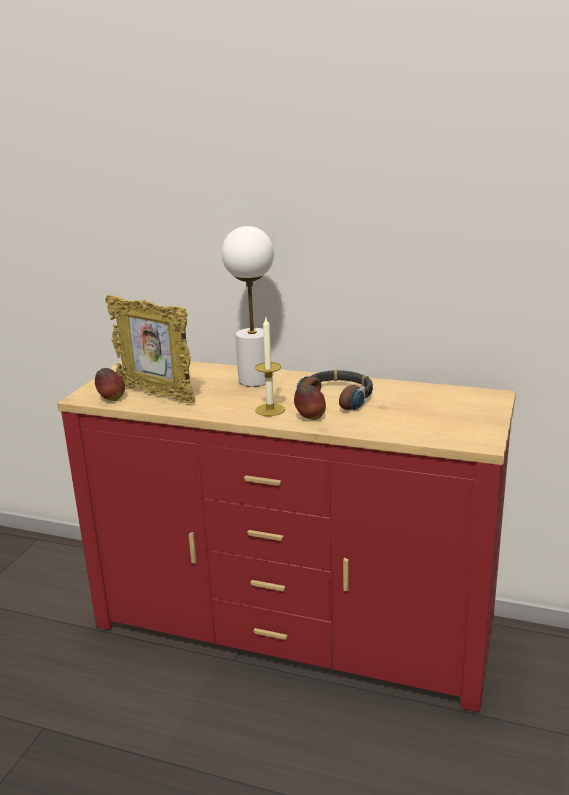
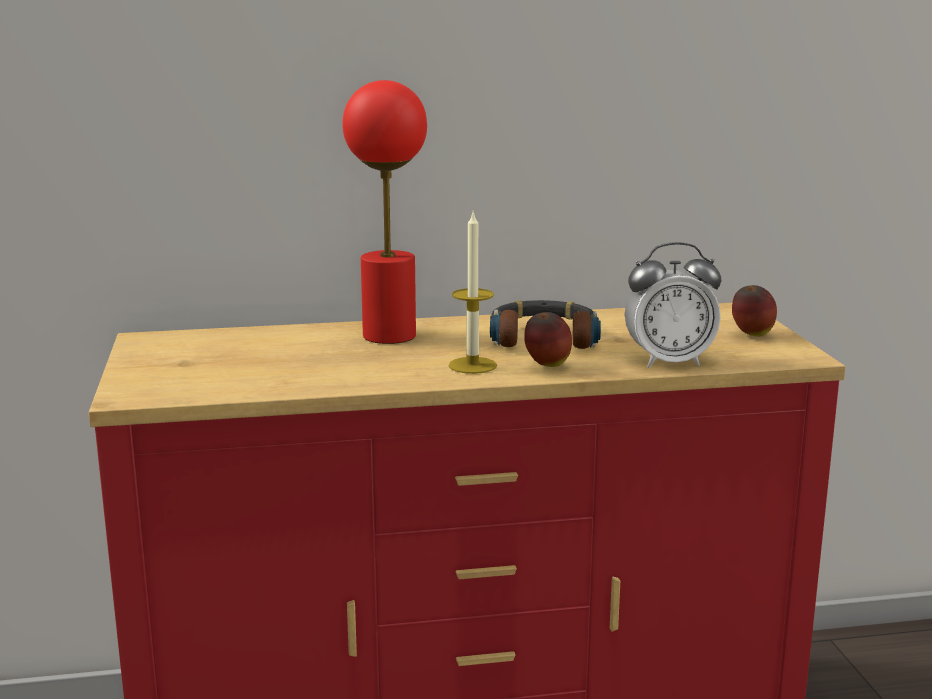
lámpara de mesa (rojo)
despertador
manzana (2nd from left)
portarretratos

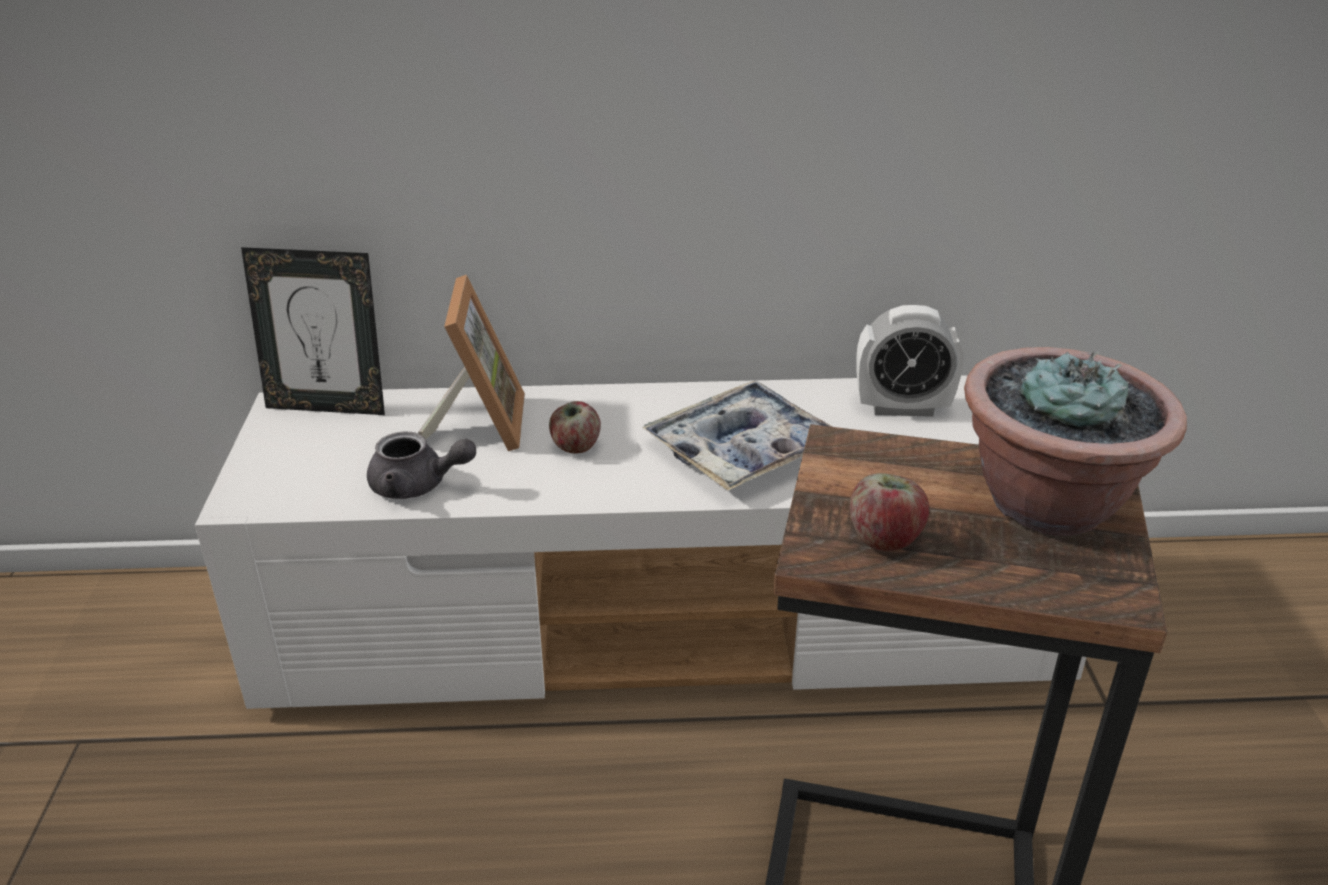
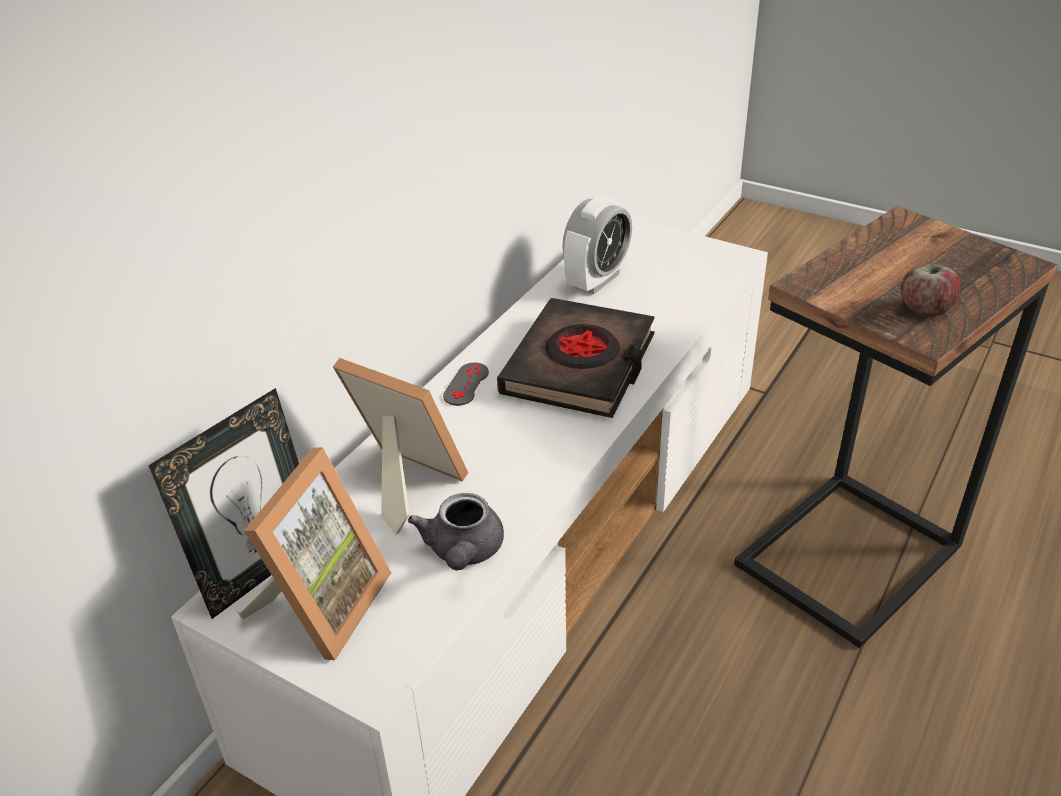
portarretratos (2nd from left)
tetera (gris)
mando de consola (gris)
libro (negro)
manzana (1st from left in the first image)
planta en maceta

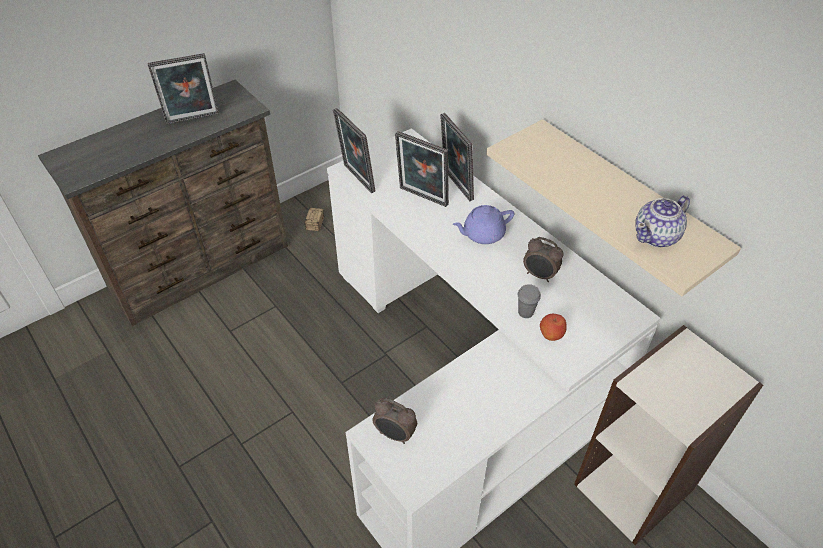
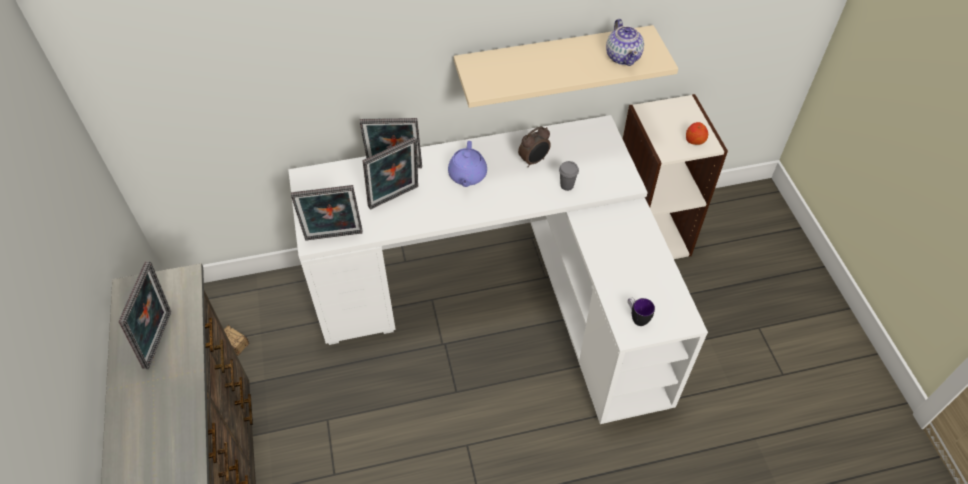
taza grande
manzana

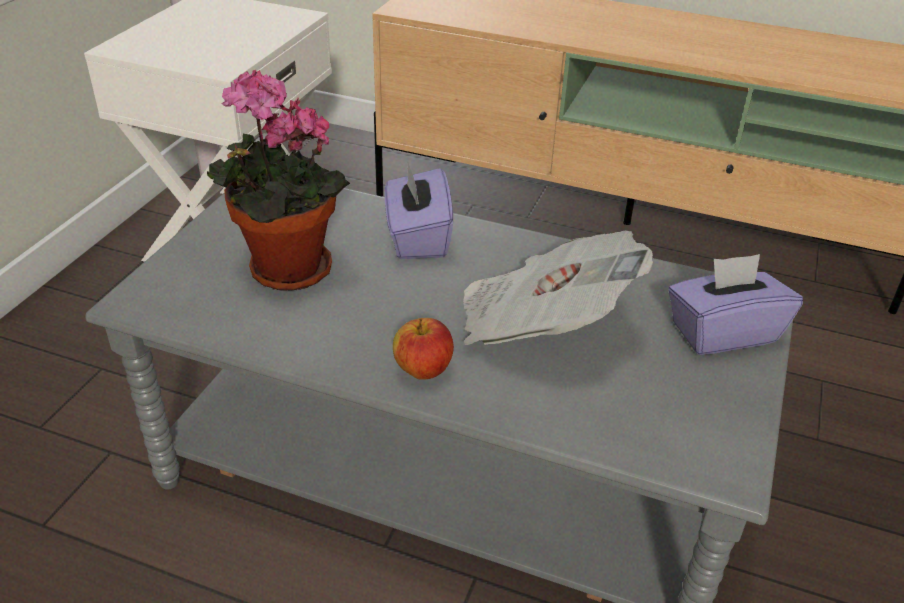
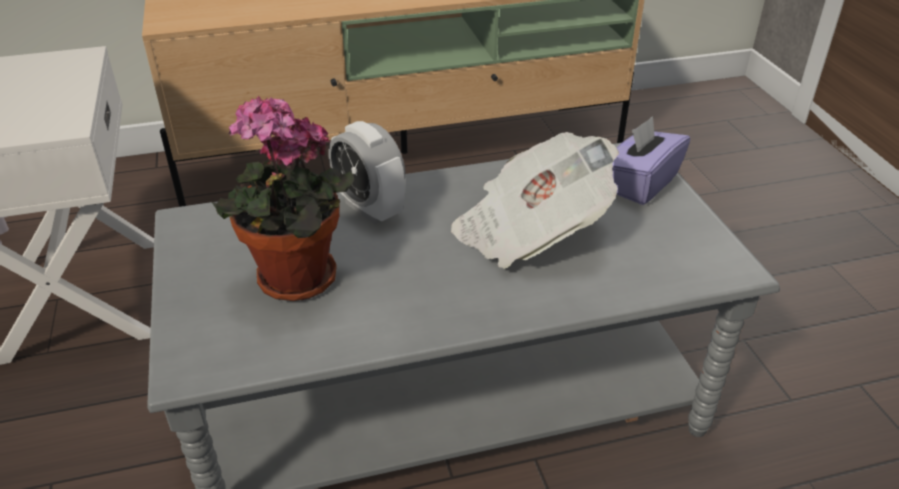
despertador
manzana

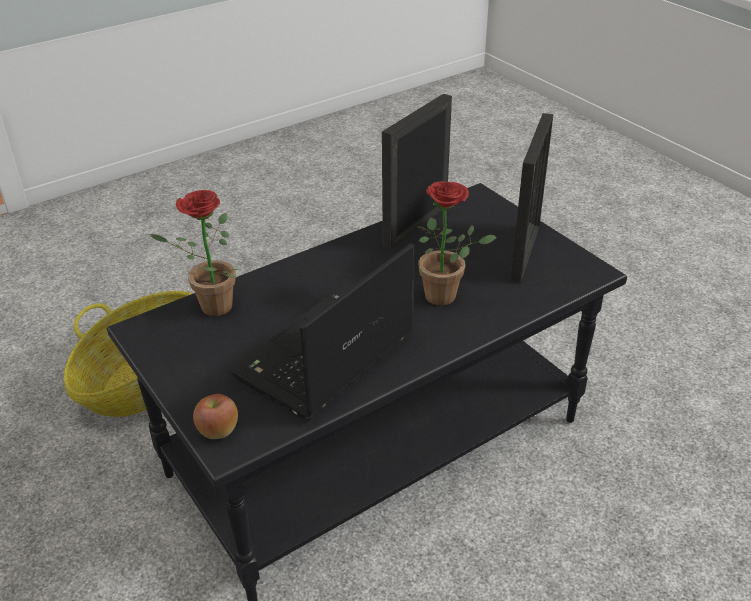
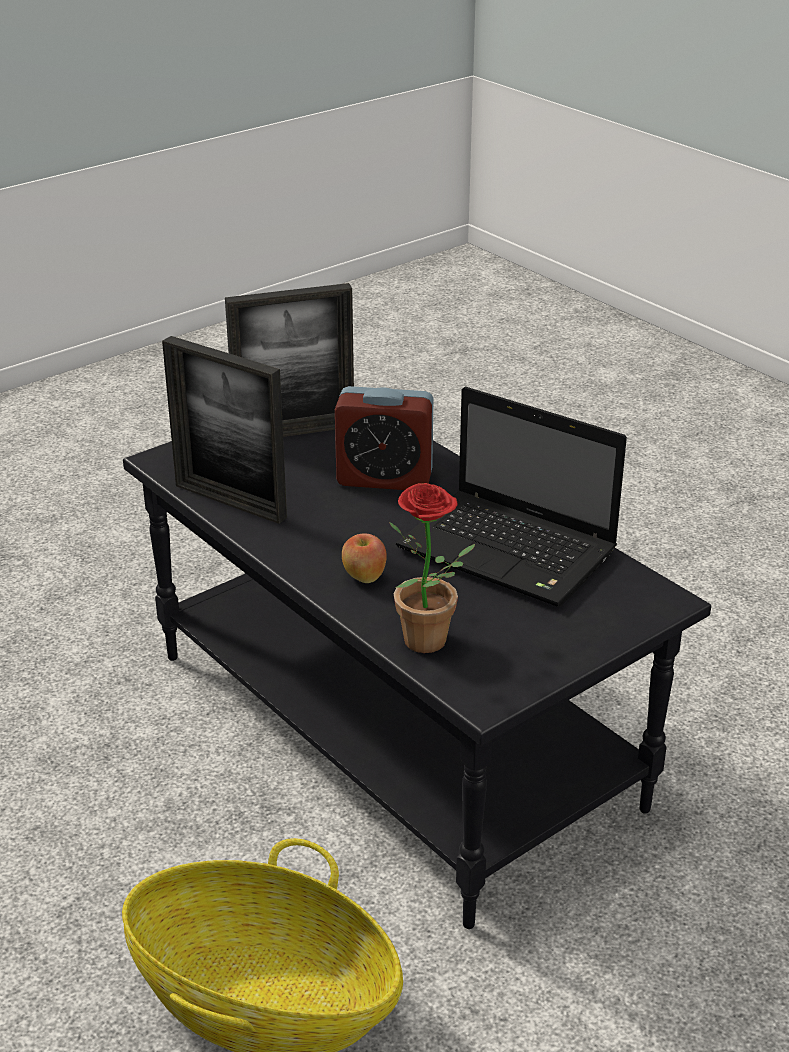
portarretratos (2nd from left)
despertador
manzana

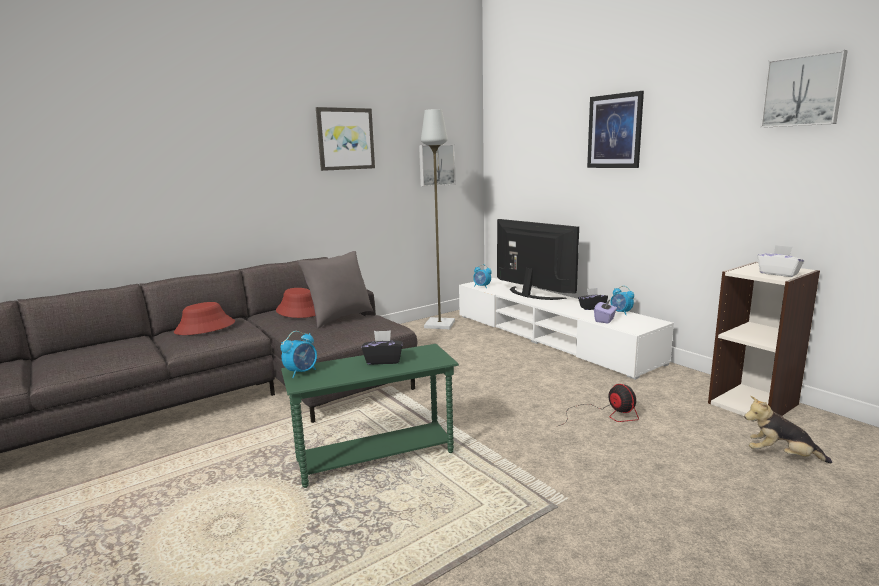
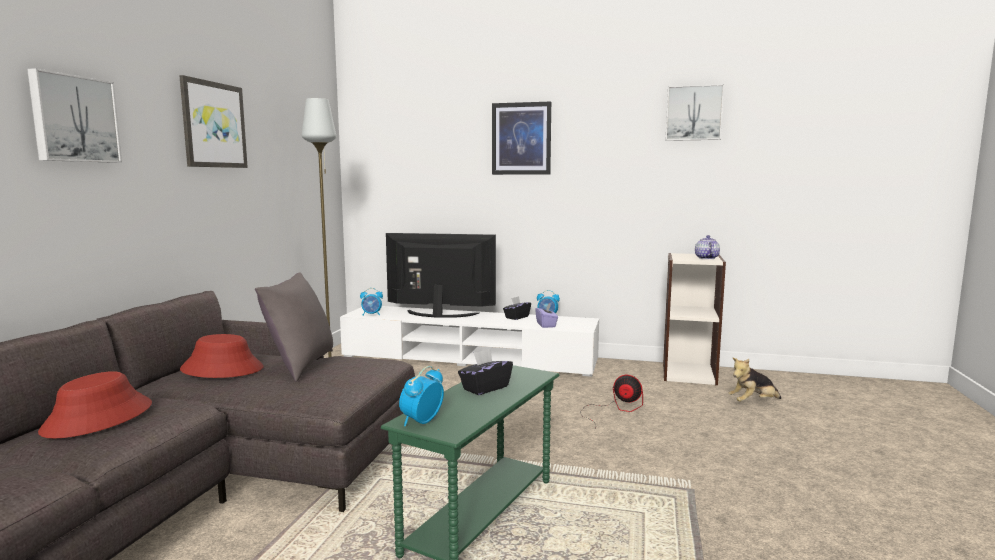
cuadro (1st from left)
despertador (2nd from left)
tetera

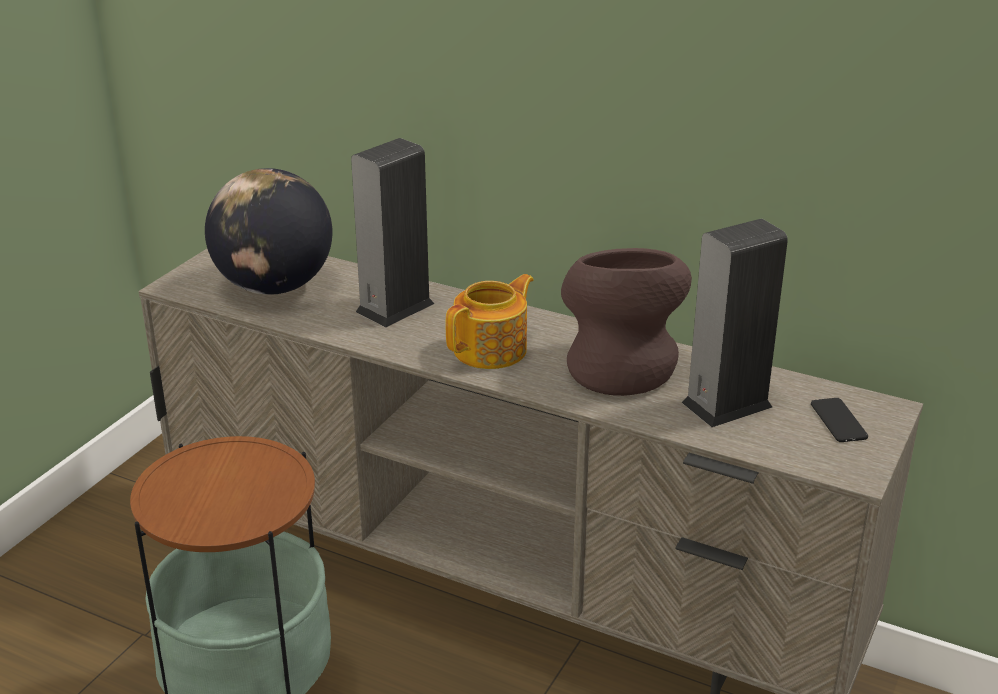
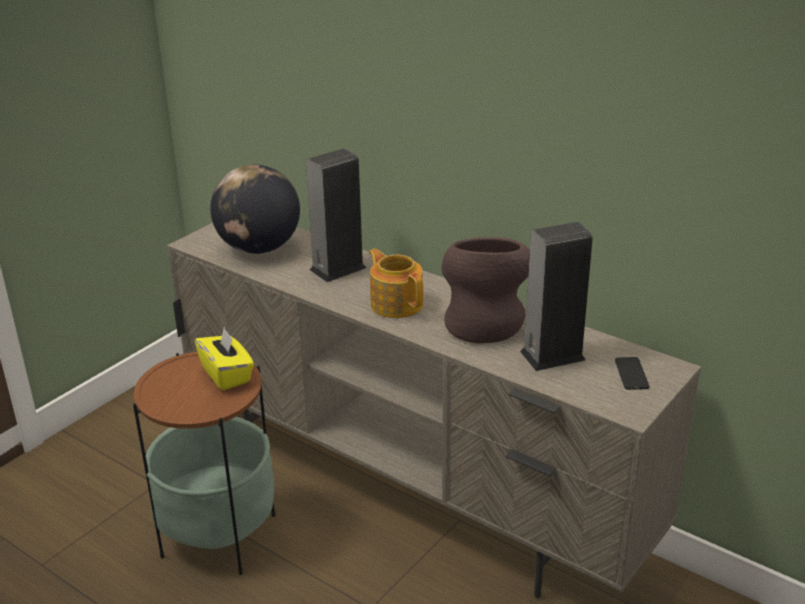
caja de pañuelos (amarillo)
tetera

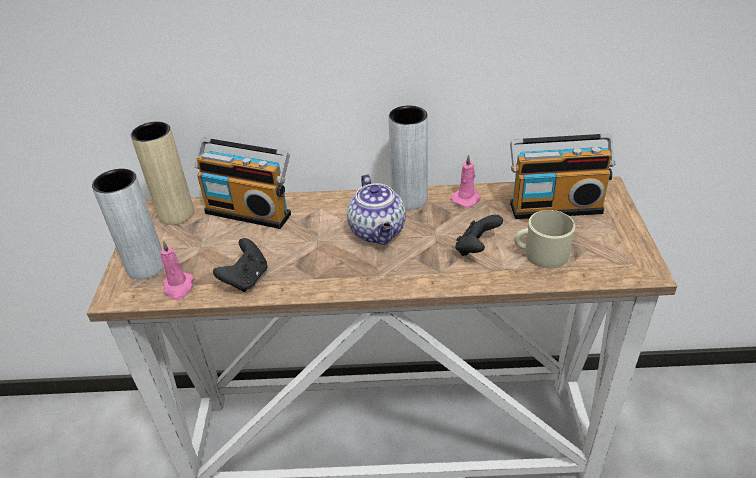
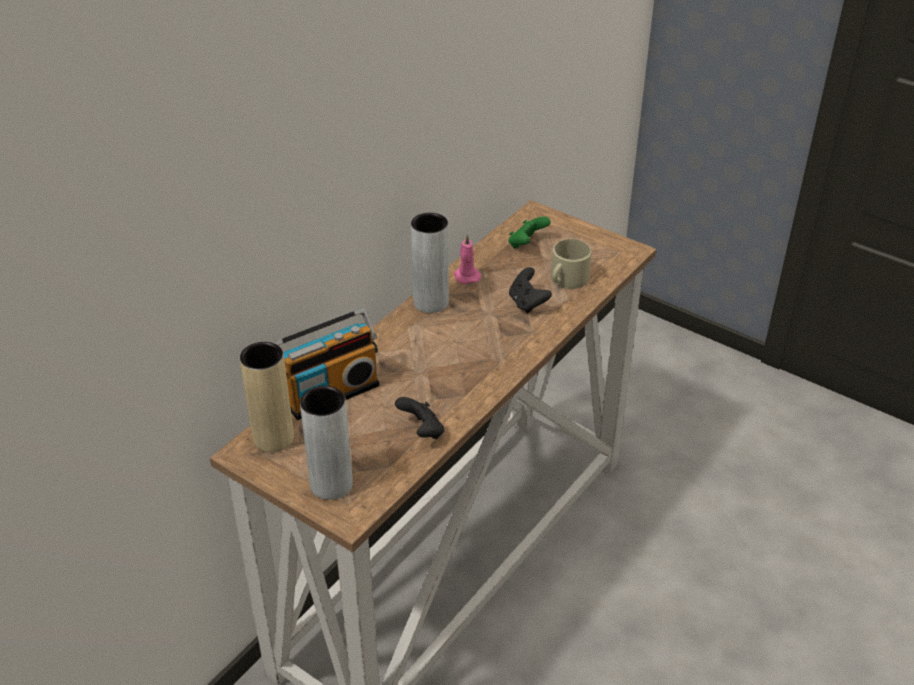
mando de consola (verde)
vela (rosa) (1st from left in the first image)
tetera

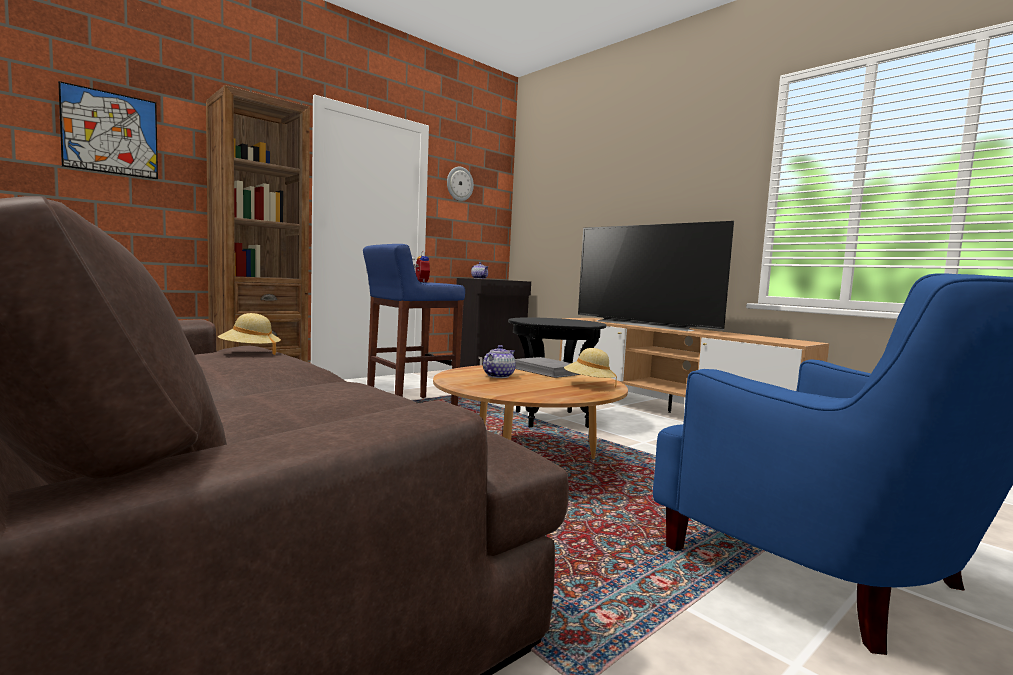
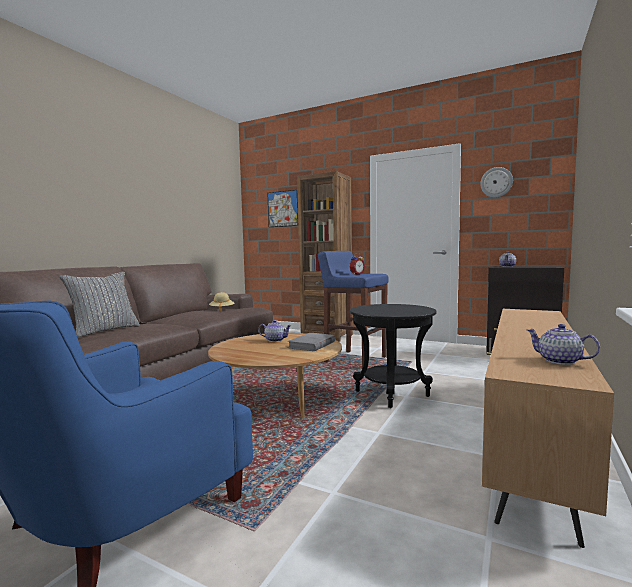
cojín (gris)
tetera (3rd from left)
sombrero (beis) (2nd from left in the first image)
televisor

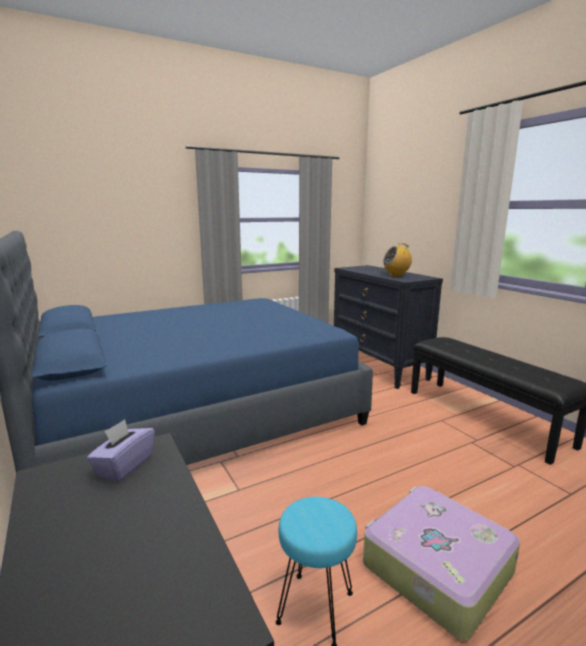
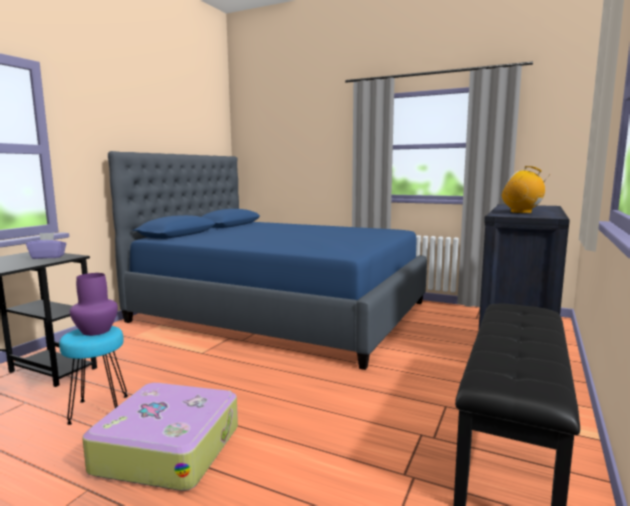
florero (morado)

